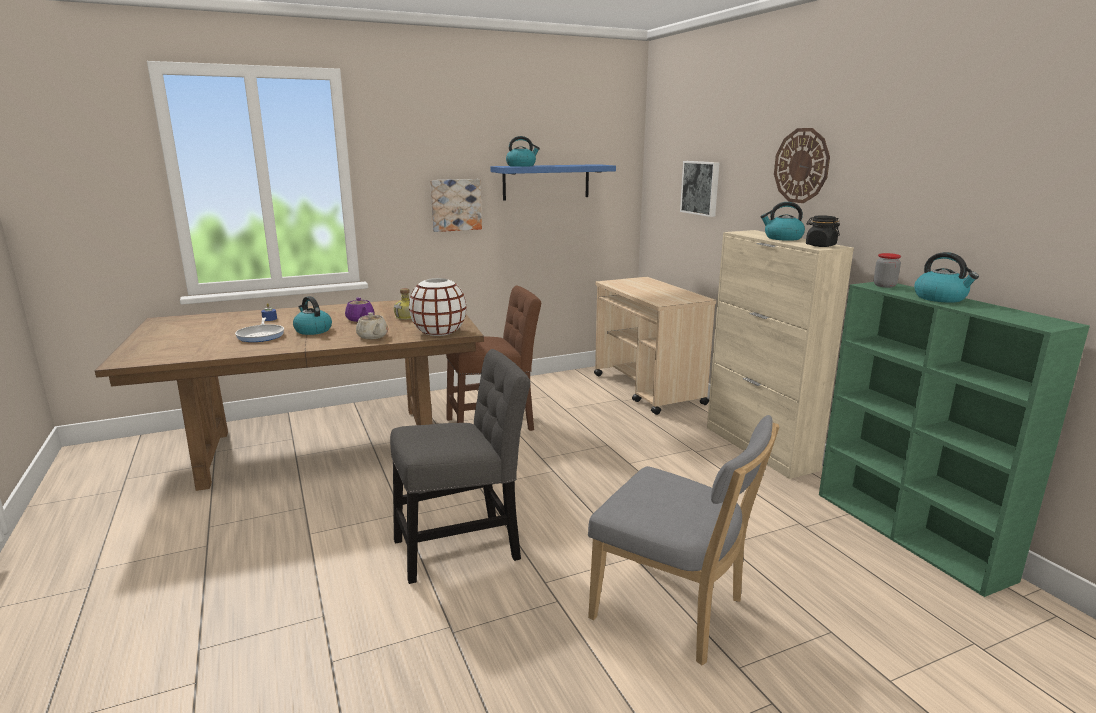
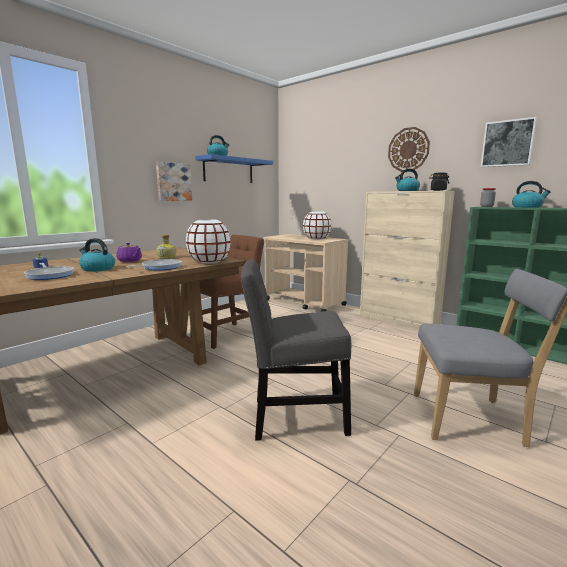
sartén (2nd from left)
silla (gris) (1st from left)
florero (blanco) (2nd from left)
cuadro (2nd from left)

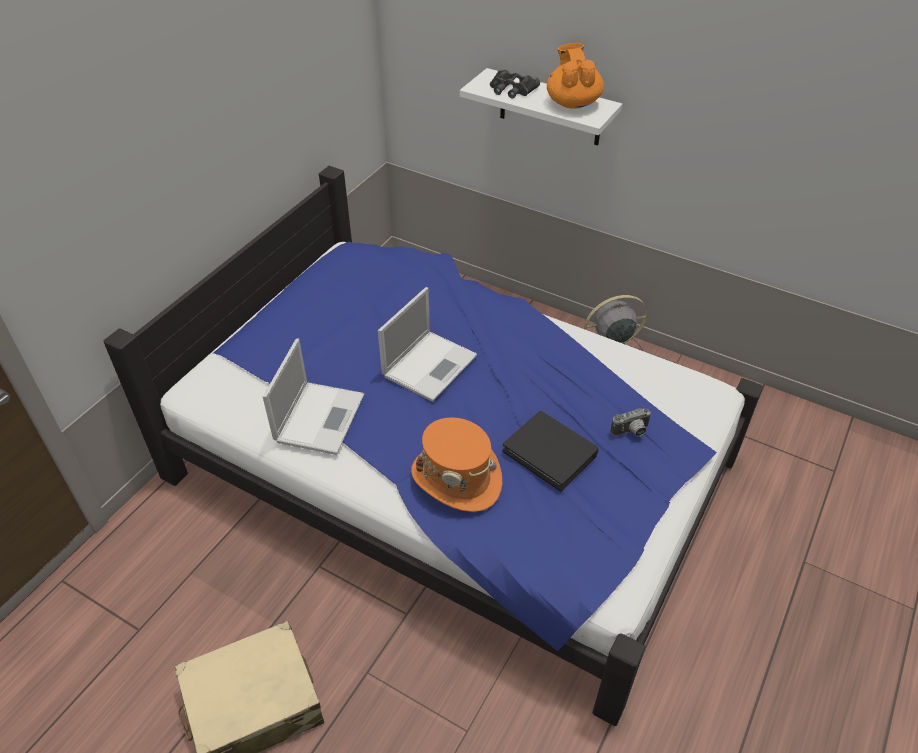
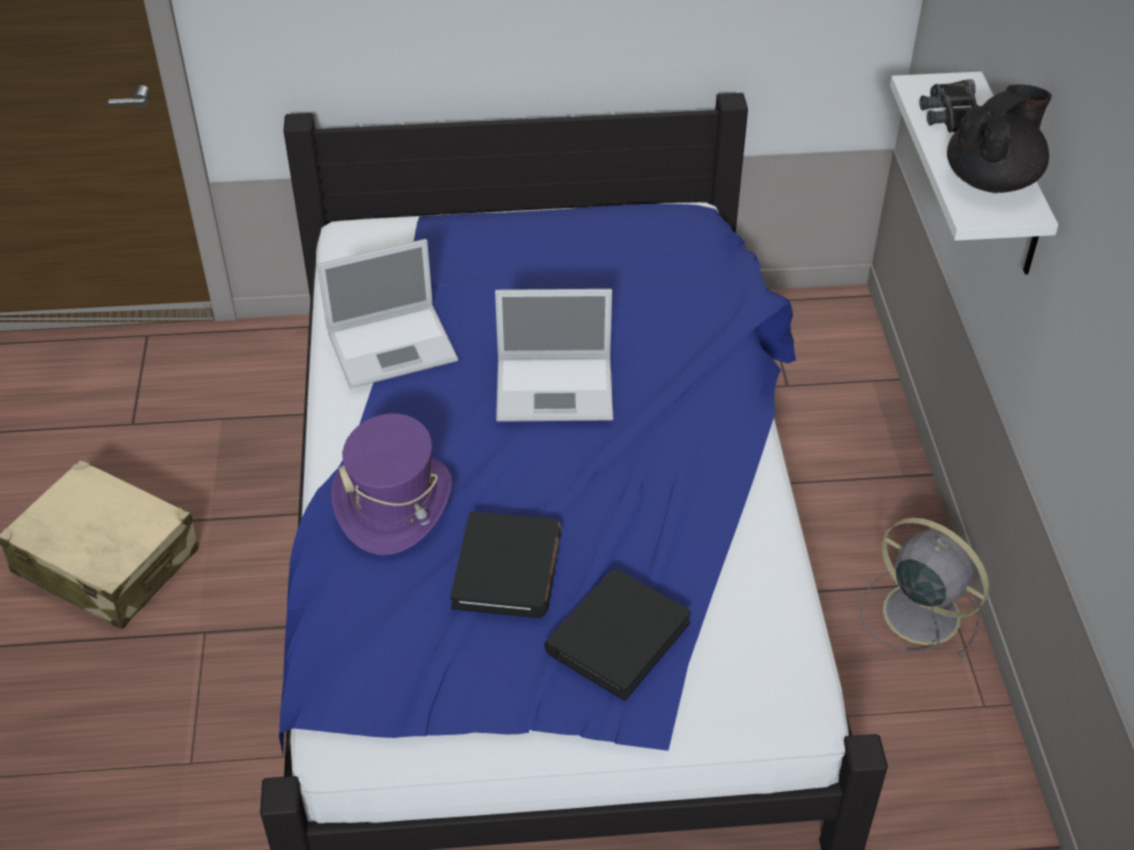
sombrero (morado)
libro (negro) (2nd from left)
tetera (negro)

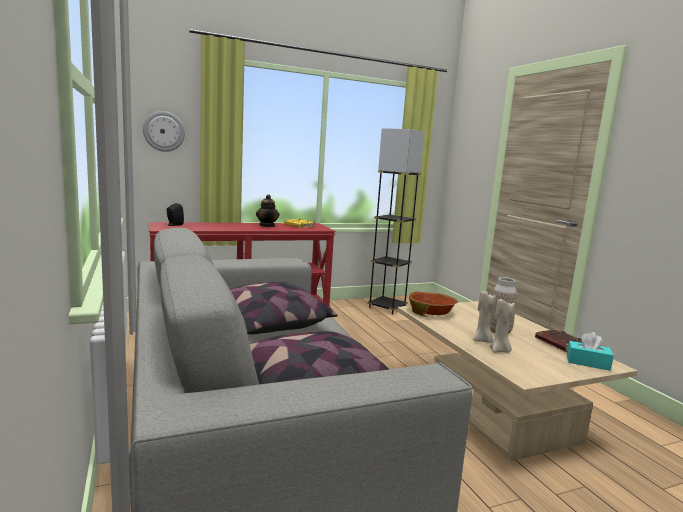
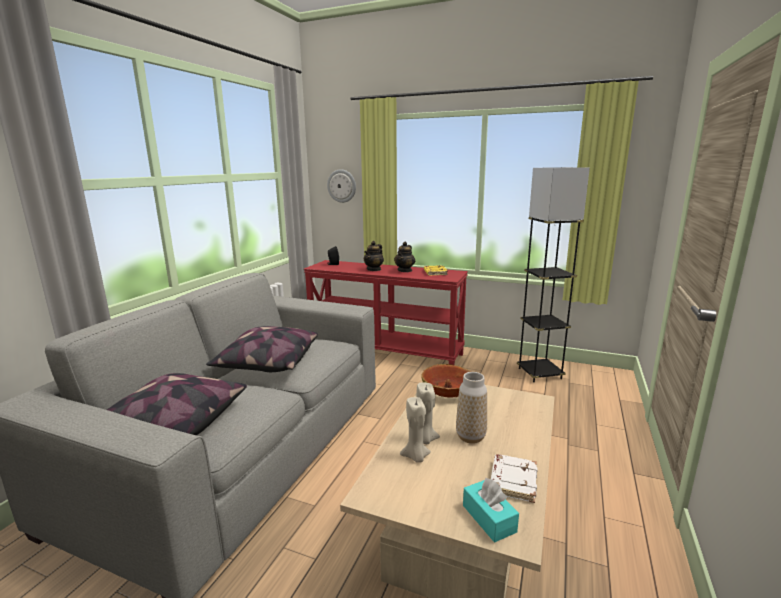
tetera (1st from left)
libro (blanco)

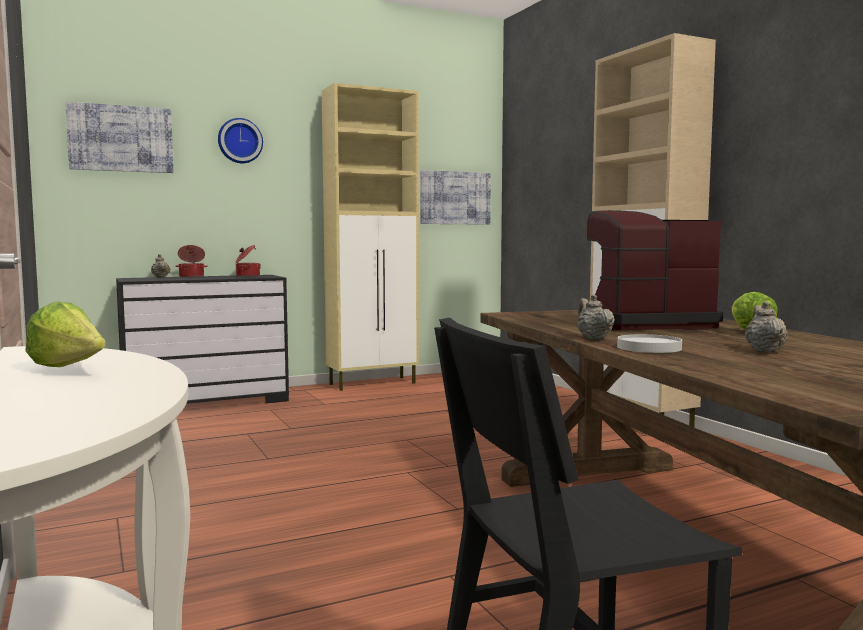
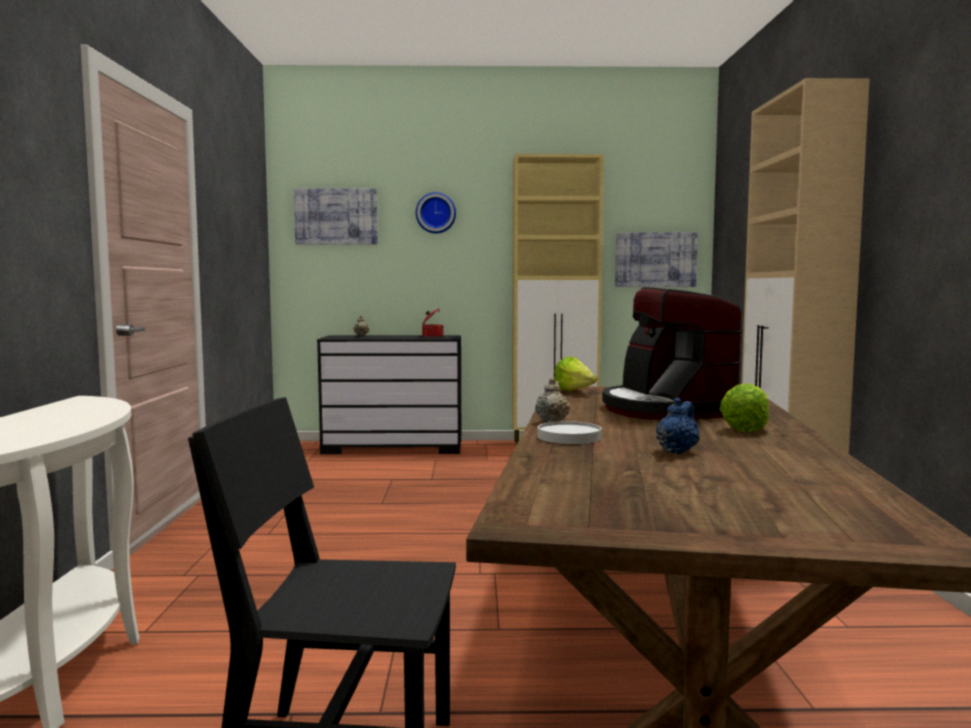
lechuga (1st from left)
cafetera
tetera (azul)
olla (1st from left in the first image)

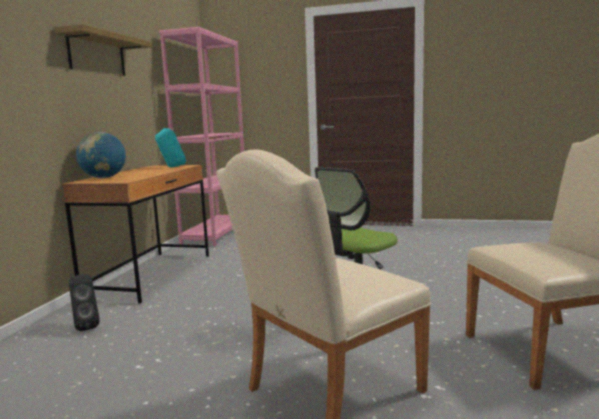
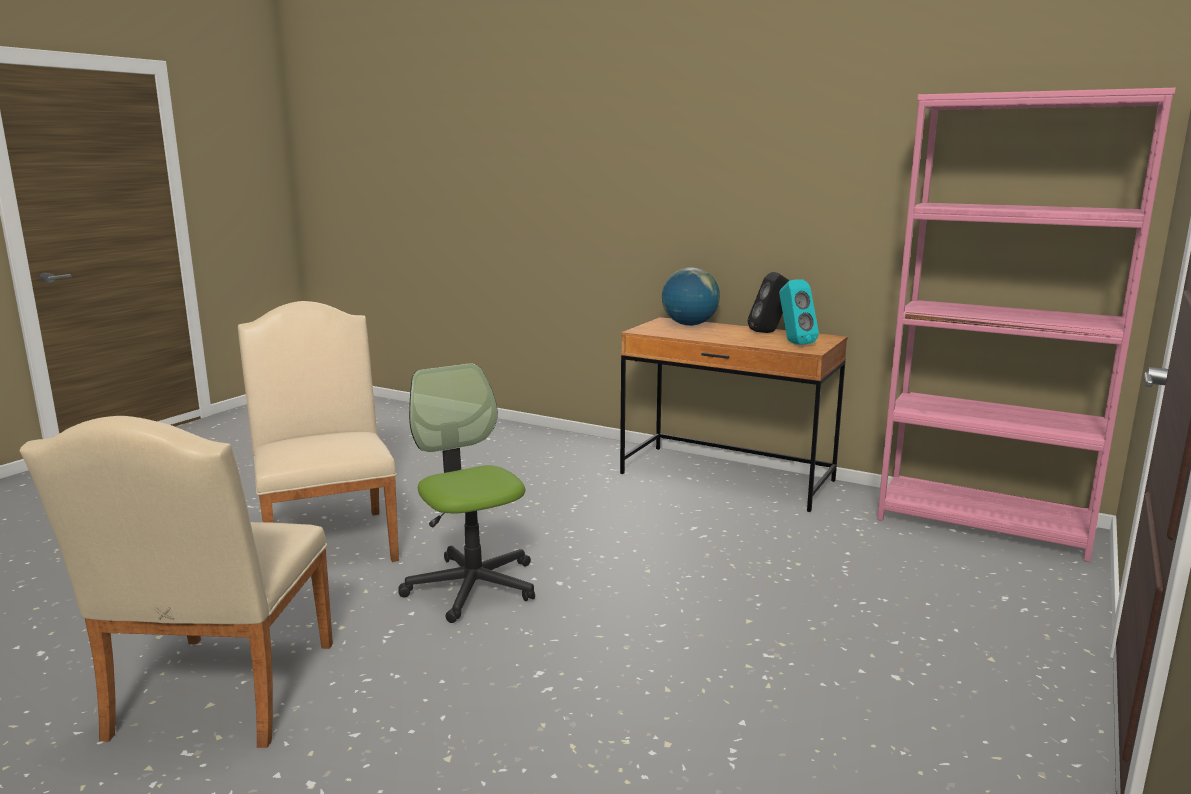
altavoz (negro)
estante

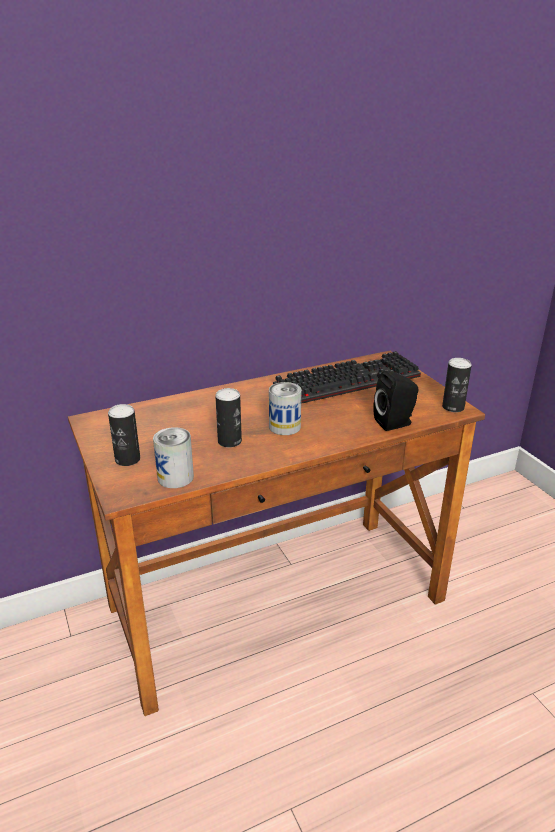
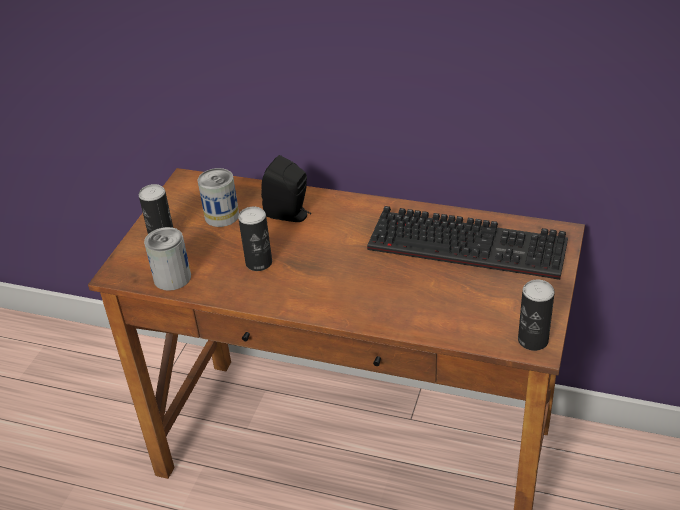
lata (3rd from left)
altavoz (negro)

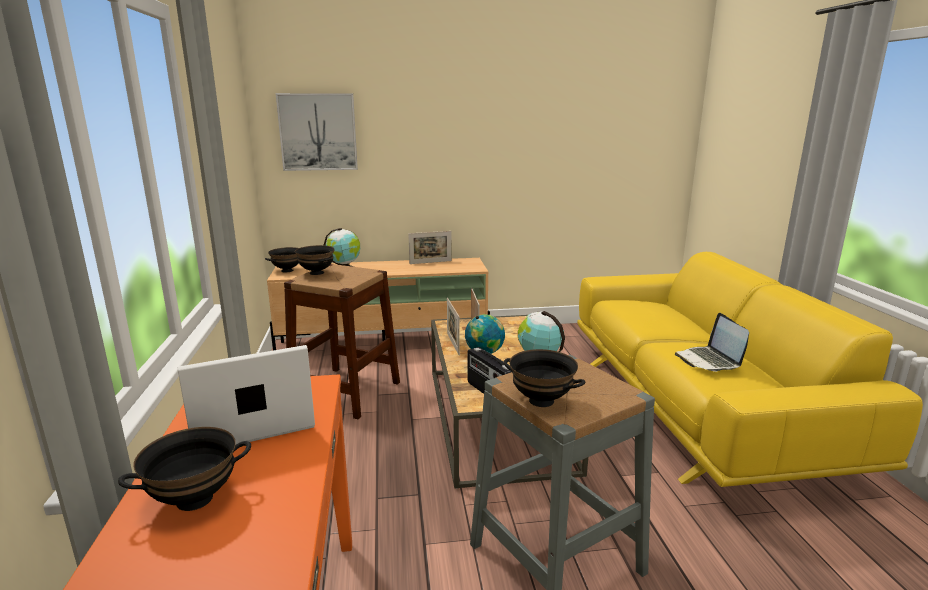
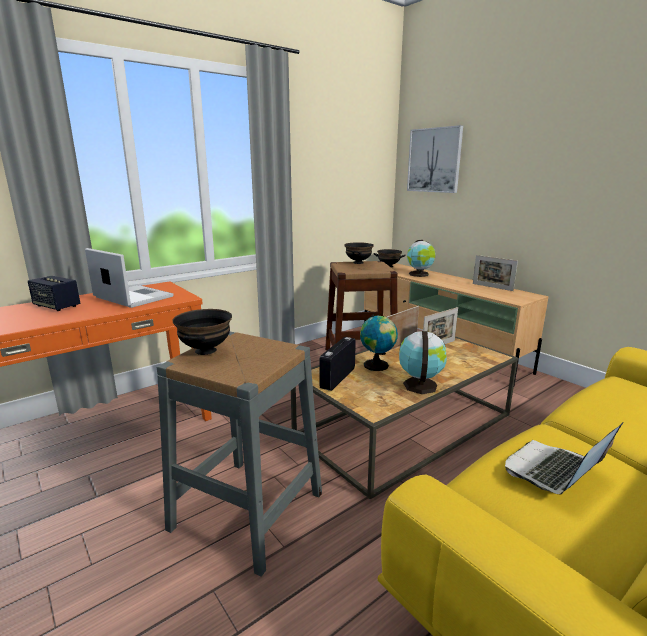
altavoz

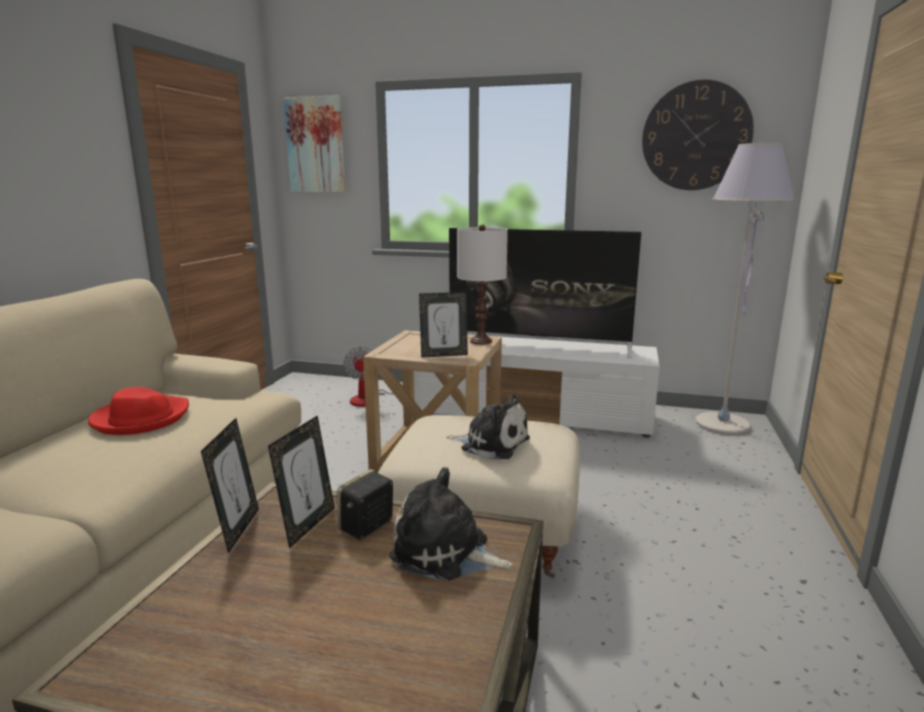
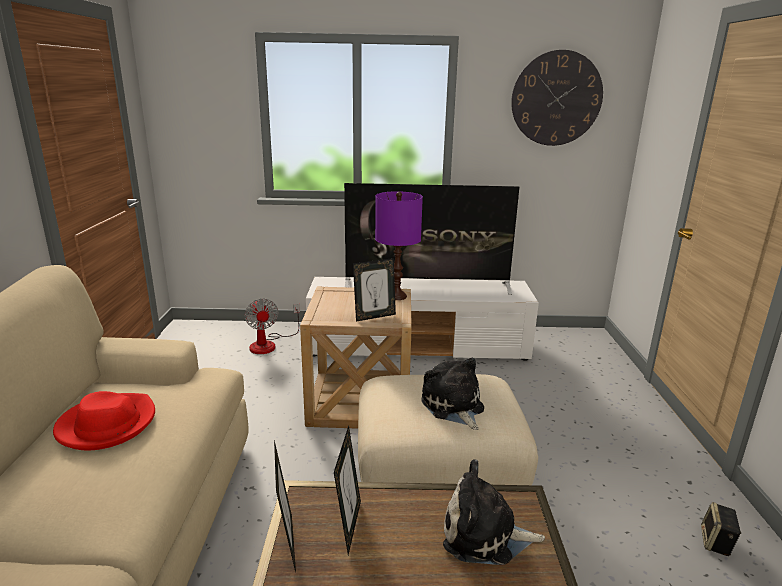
lámpara de mesa (morado)
peluche (1st from left)
altavoz
cuadro
lámpara de pie (gris)

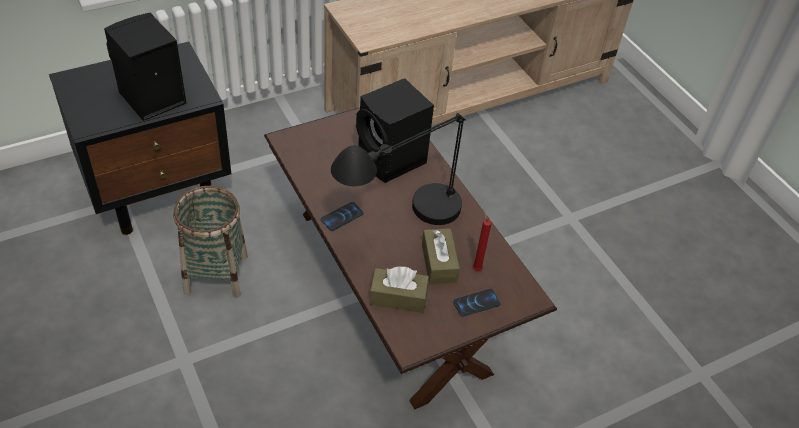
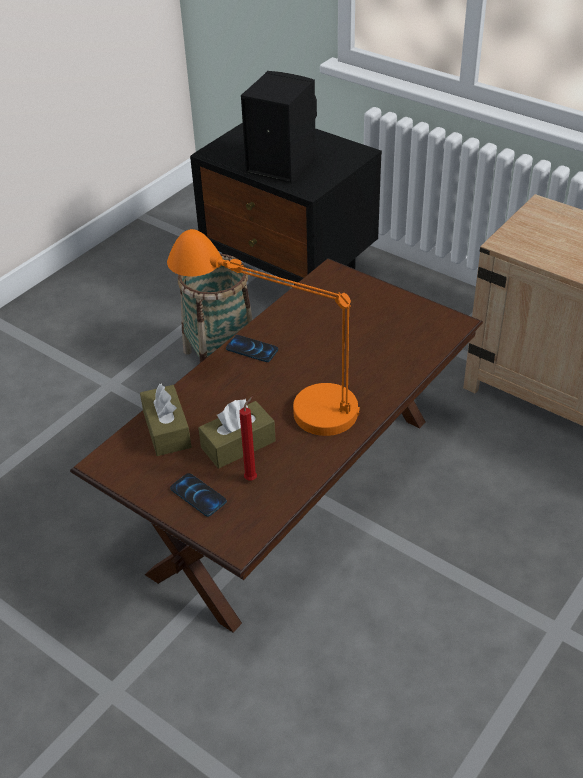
lámpara de mesa (naranja)
altavoz (negro) (2nd from left in the first image)

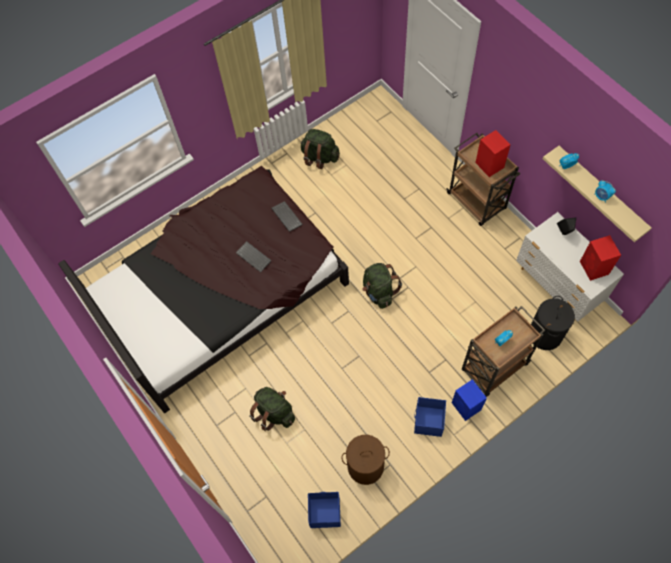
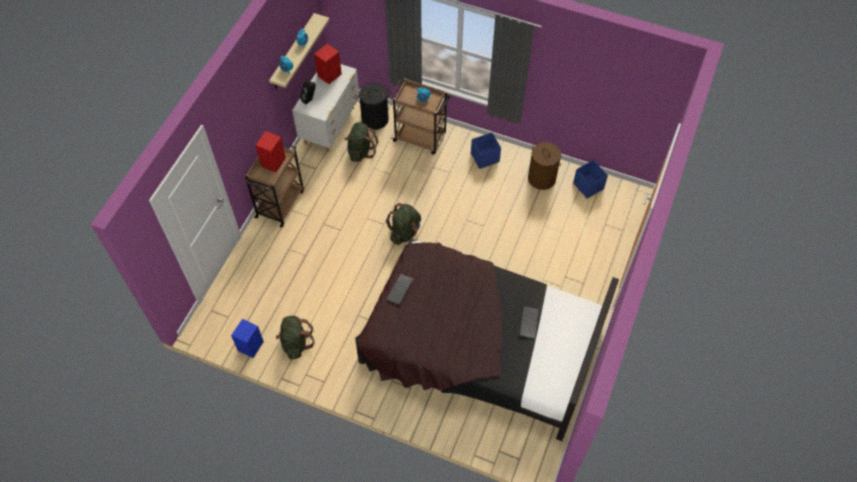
altavoz (azul)
mochila (verde) (2nd from left)
teclado (2nd from left)

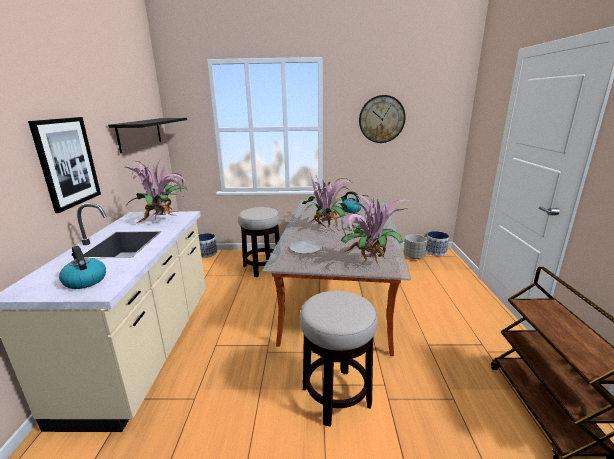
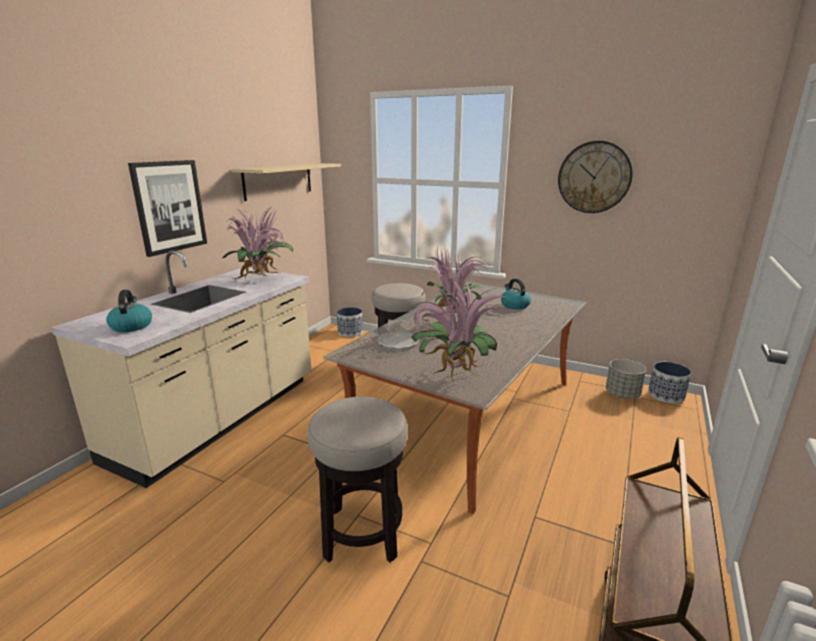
estante (beis)

